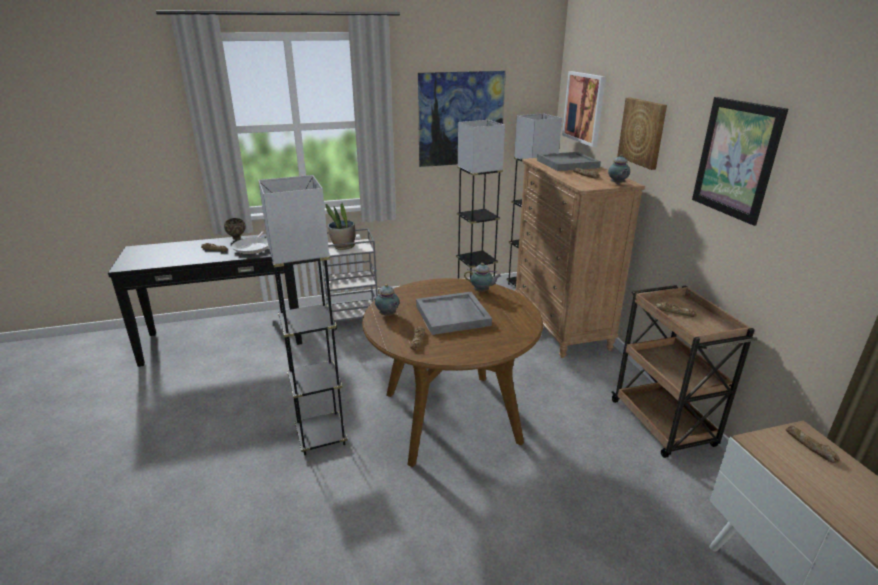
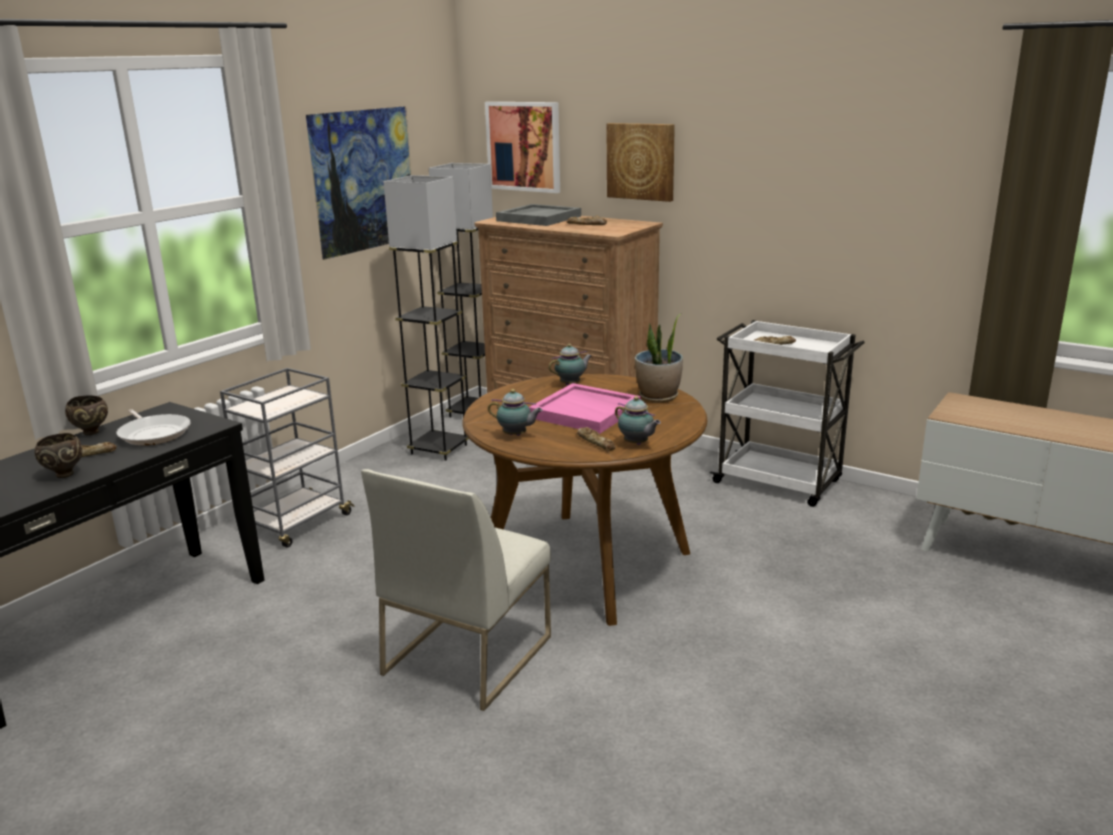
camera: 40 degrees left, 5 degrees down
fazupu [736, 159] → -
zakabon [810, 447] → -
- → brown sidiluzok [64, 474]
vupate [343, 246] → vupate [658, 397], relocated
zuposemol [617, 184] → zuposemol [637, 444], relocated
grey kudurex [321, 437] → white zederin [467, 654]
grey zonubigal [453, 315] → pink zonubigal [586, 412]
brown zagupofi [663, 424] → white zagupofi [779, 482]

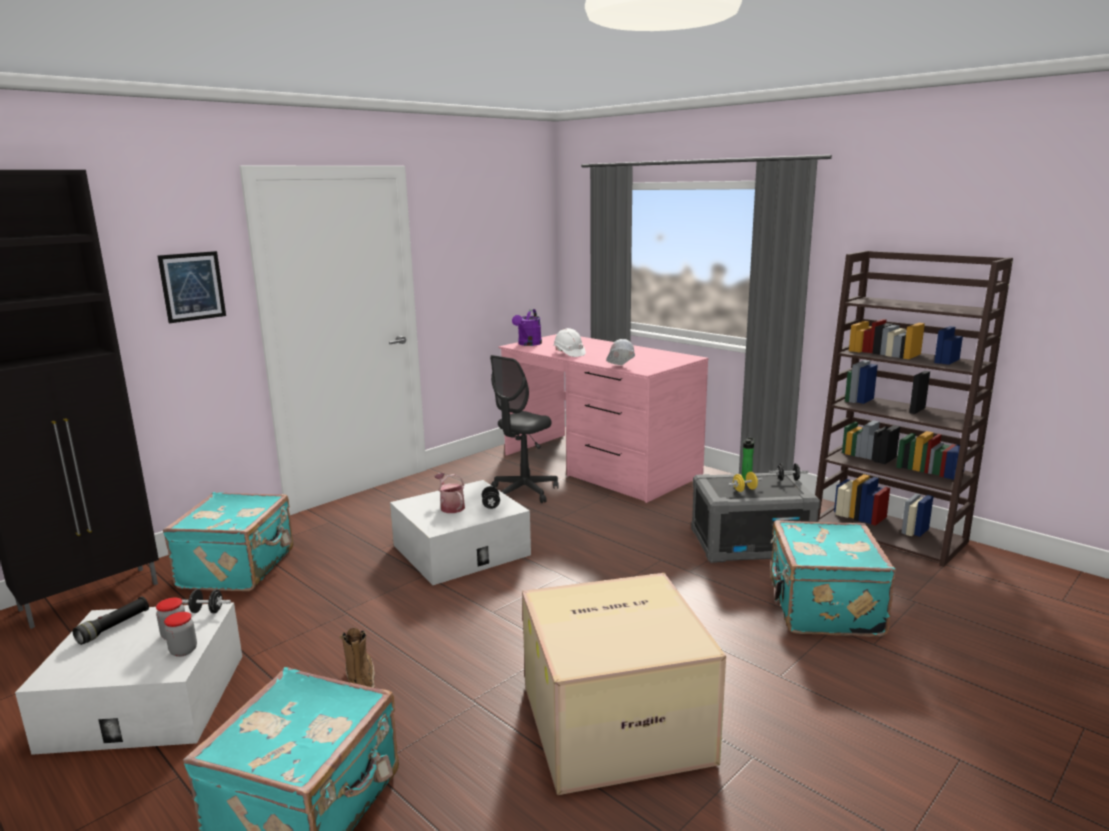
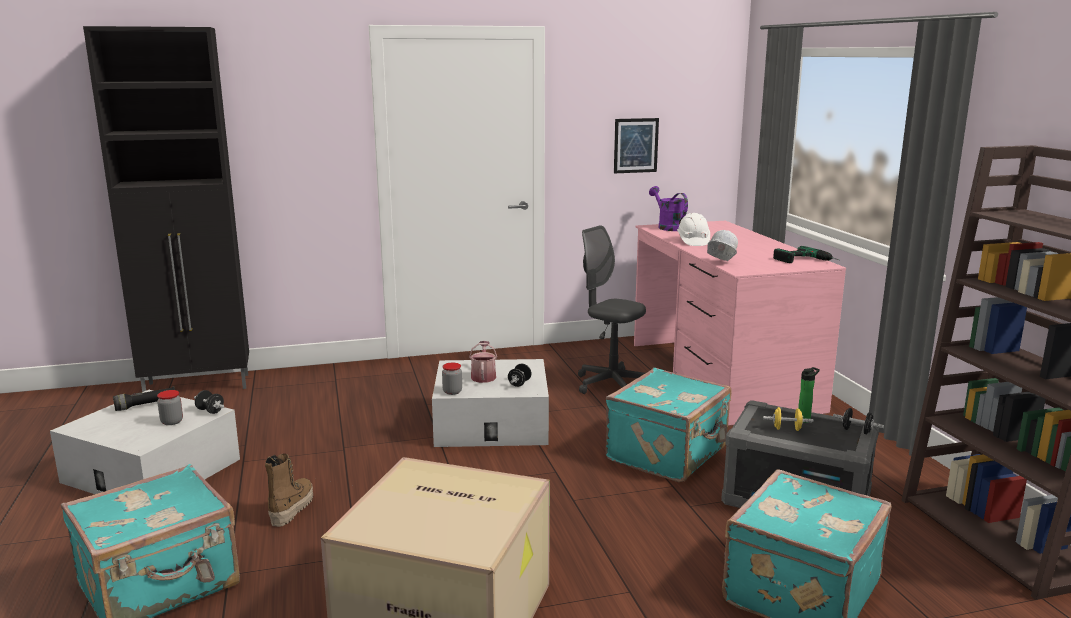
camera: 30 degrees right, 0 degrees up
- → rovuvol [807, 261]
fazupu [192, 286] → fazupu [636, 145], relocated
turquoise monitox [239, 568] → turquoise monitox [669, 454], relocated
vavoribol [183, 651] → vavoribol [452, 392], relocated
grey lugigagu [524, 492] → grey lugigagu [611, 385], 60 degrees clockwise
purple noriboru [528, 344] → purple noriboru [668, 227], 105 degrees clockwise

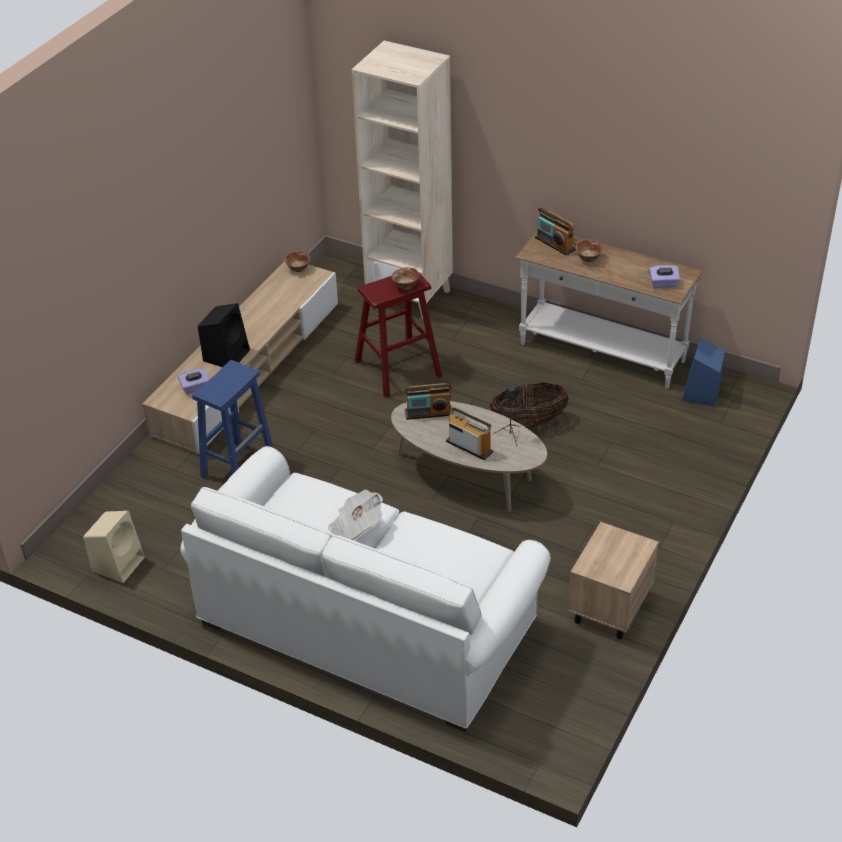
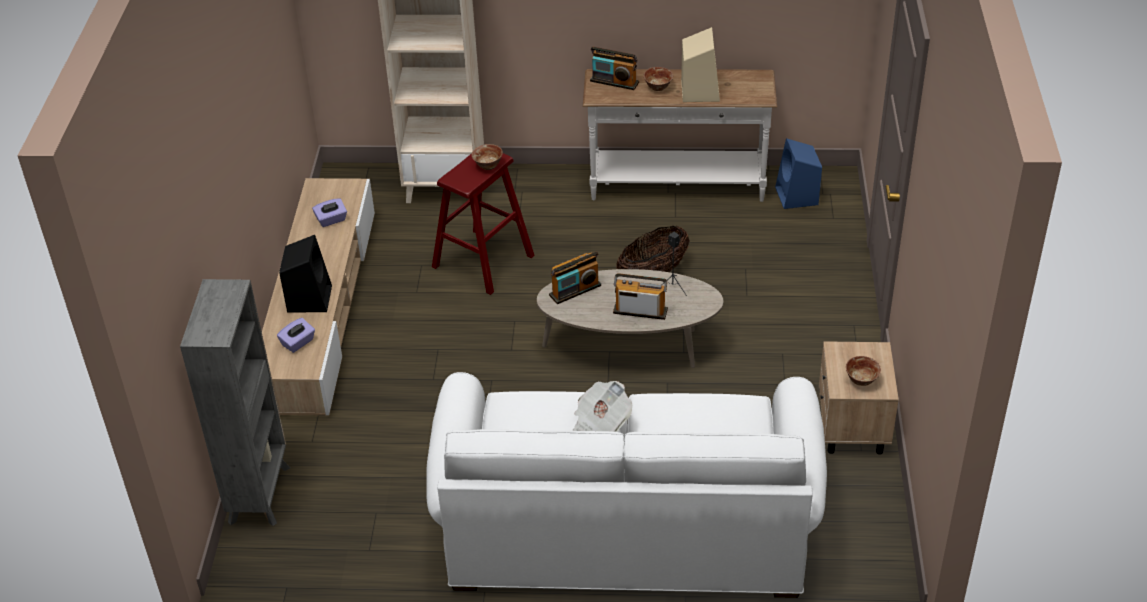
camera: 25 degrees left, 0 degrees up
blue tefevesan [239, 466] → -
- → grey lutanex [260, 493]
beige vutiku [118, 563] → beige vutiku [699, 90], relocated
sidiluzok [298, 269] → sidiluzok [861, 380], relocated
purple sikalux [663, 284] → purple sikalux [331, 220], relocated

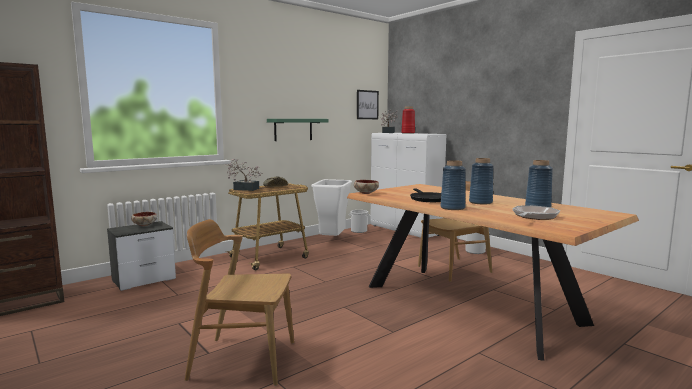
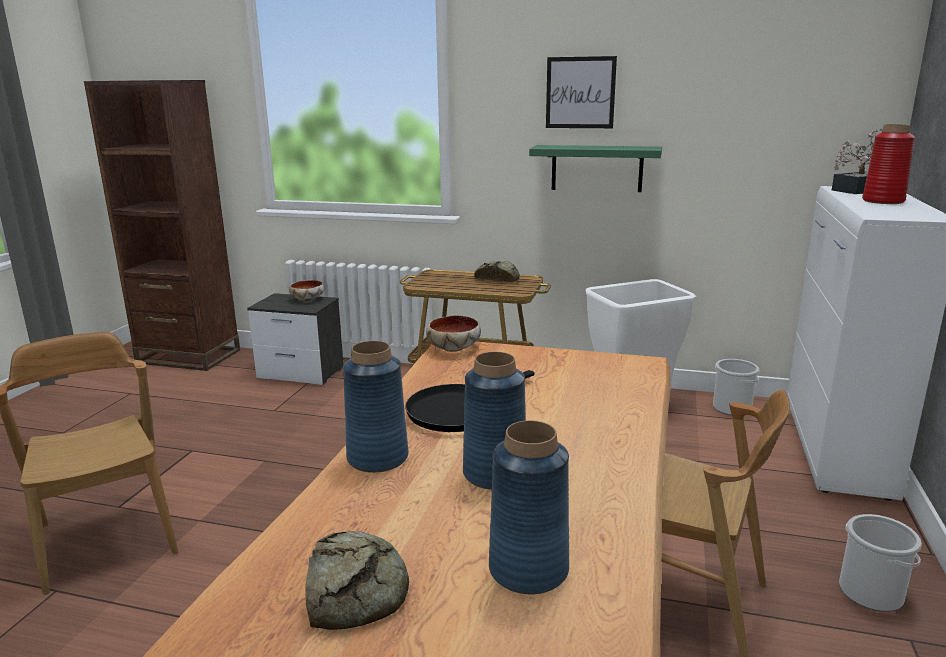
camera: 55 degrees right, 10 degrees up
vupate [244, 189] → -
fazupu [367, 104] → fazupu [580, 92], relocated
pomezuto [534, 216] → zakabon [356, 588]

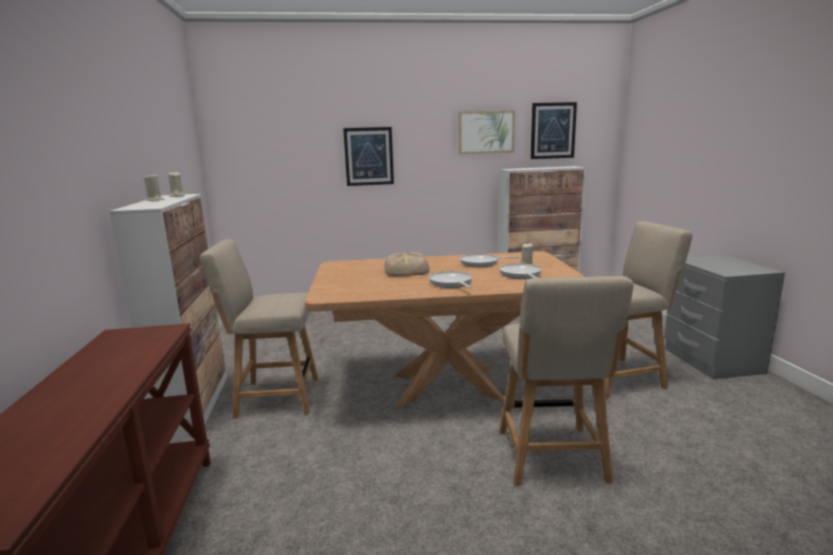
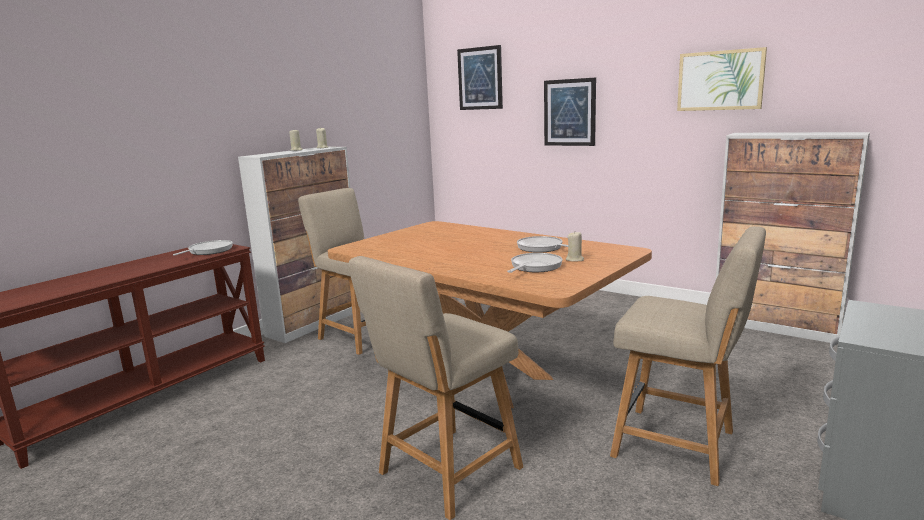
camera: 45 degrees right, 0 degrees up
zakabon [407, 270] → -
pomezuto [451, 283] → pomezuto [208, 251], relocated
fazupu [552, 130] → fazupu [480, 78], relocated

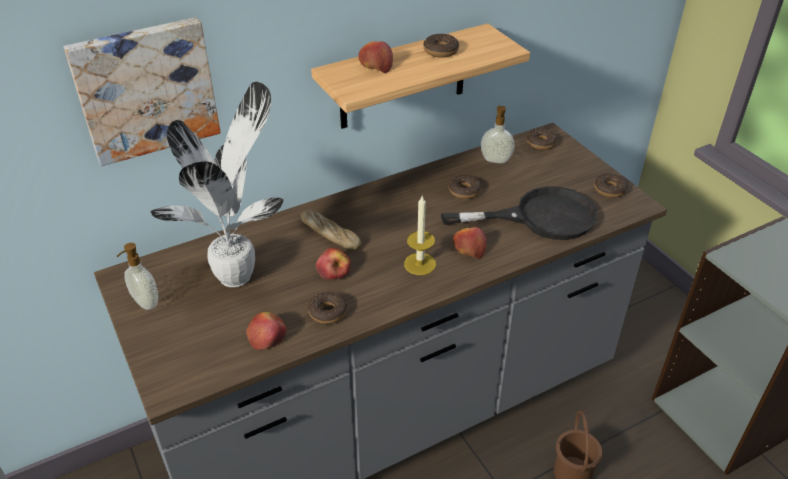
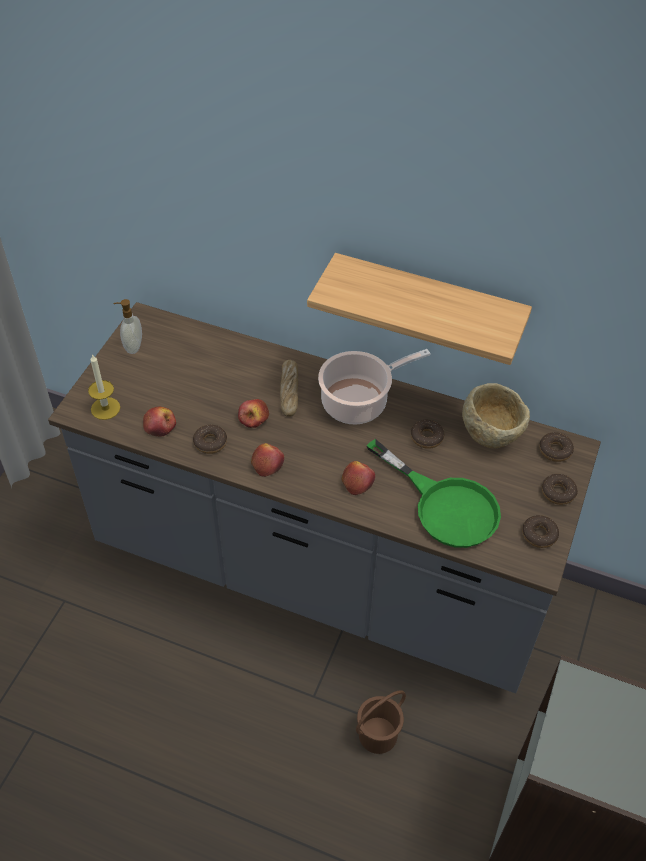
camera: 50 degrees right, 10 degrees up
fazupu [145, 89] → -
vupate [239, 275] → -
- → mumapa [358, 401]
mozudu [375, 65] → mozudu [267, 463], relocated
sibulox [420, 264] → sibulox [105, 408], relocated
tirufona [440, 51] → tirufona [558, 492], relocated
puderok [495, 160] → beige sidiluzok [492, 434]
black pomezuto [540, 217] → green pomezuto [445, 505]

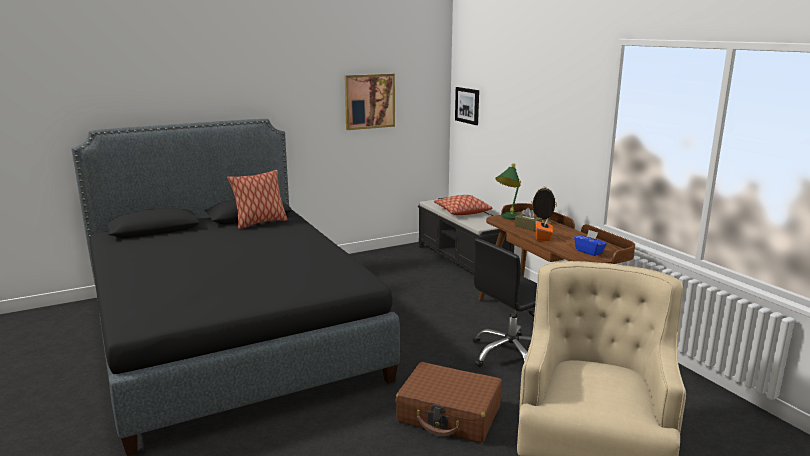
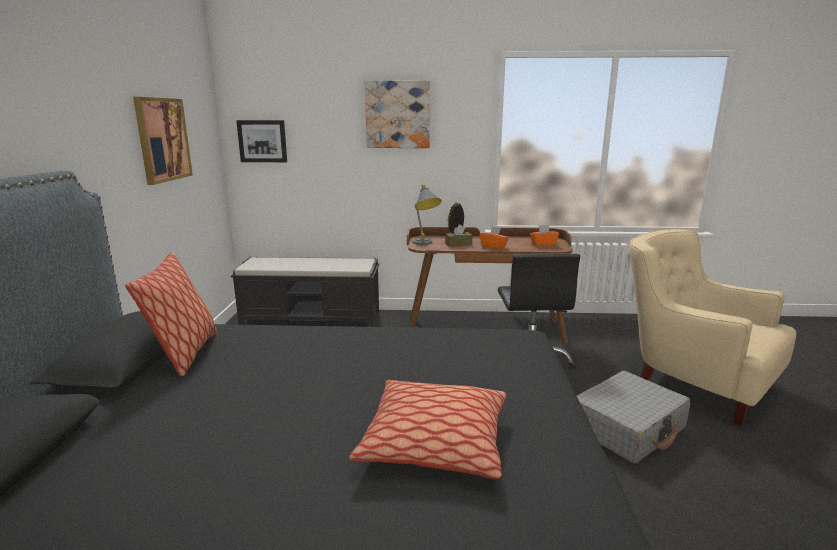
camera: 60 degrees left, 0 degrees up
- → fazupu [398, 115]
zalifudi [462, 212] → zalifudi [434, 442], relocated
brown monitox [449, 414] → grey monitox [627, 428]
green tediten [508, 218] → grey tediten [425, 244]
blue sikalux [589, 251] → orange sikalux [543, 244]

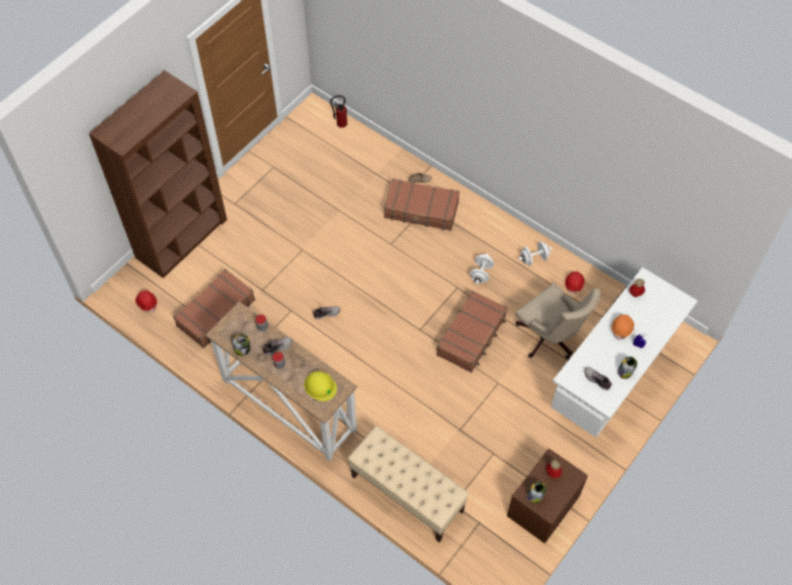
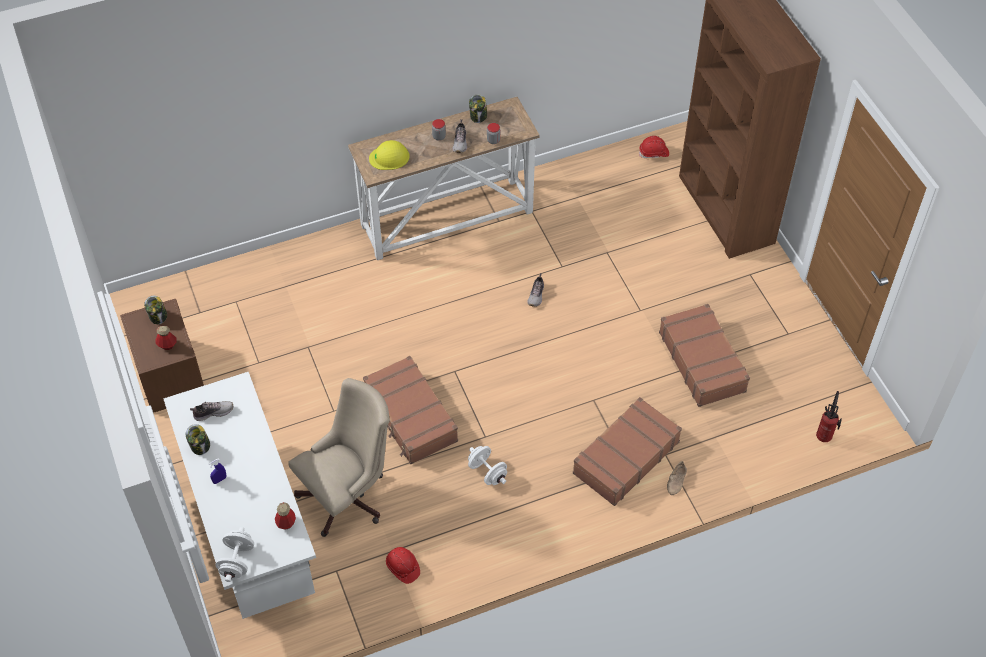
camera: 120 degrees right, 5 degrees down
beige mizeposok [407, 493] → -
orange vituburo [622, 328] → -
brown monitox [215, 313] → brown monitox [702, 361], relocated
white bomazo [534, 258] → white bomazo [237, 561], relocated
beige lugigagu [550, 338] → beige lugigagu [349, 495], 150 degrees clockwise

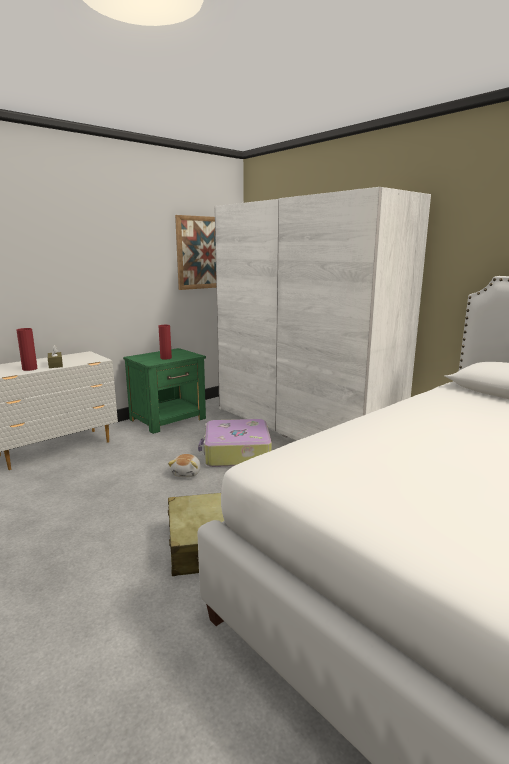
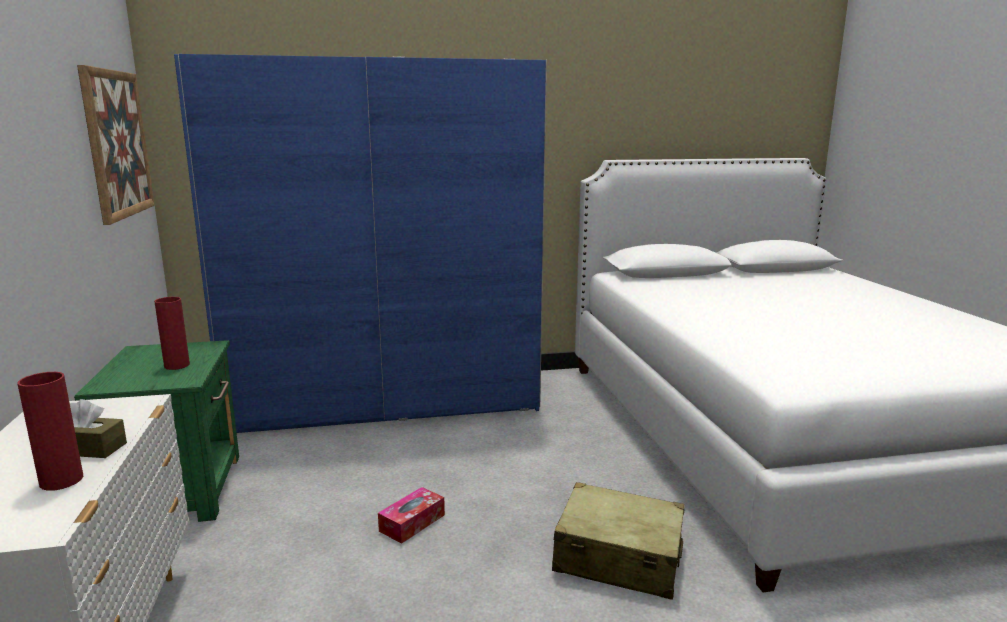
camera: 60 degrees left, 0 degrees up
monitox [236, 453] → -
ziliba [187, 473] → sikalux [412, 523]
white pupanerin [302, 427] → blue pupanerin [386, 402]

